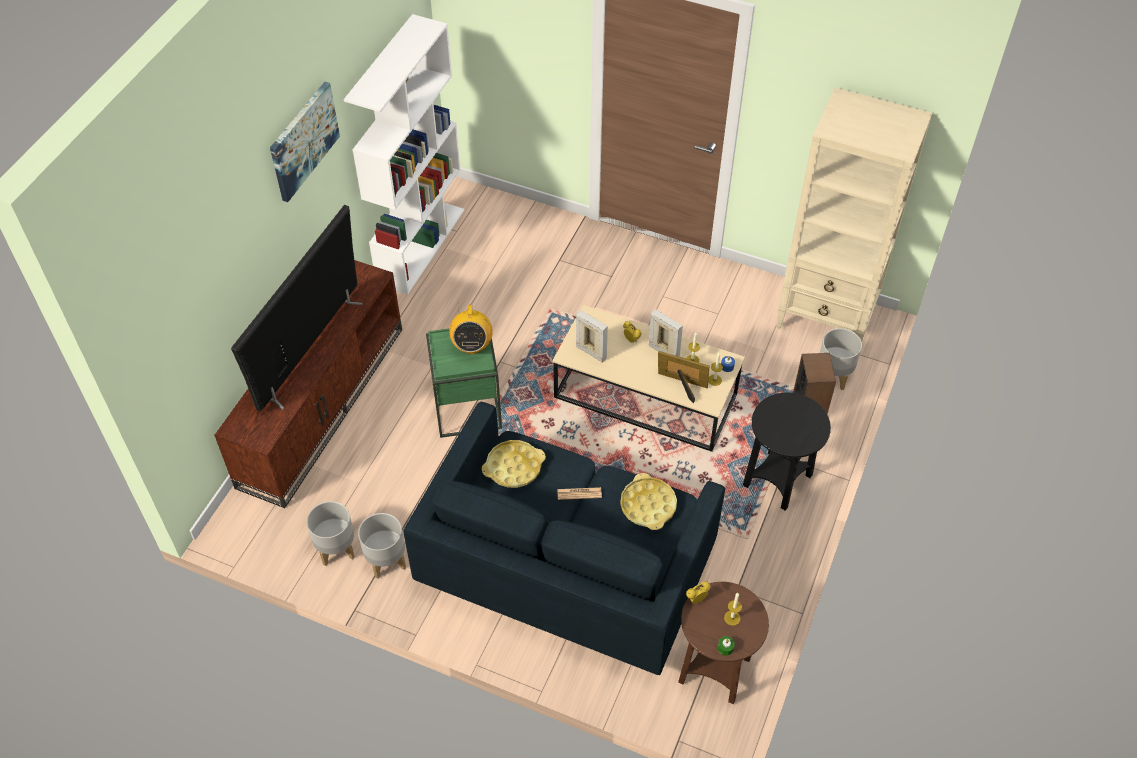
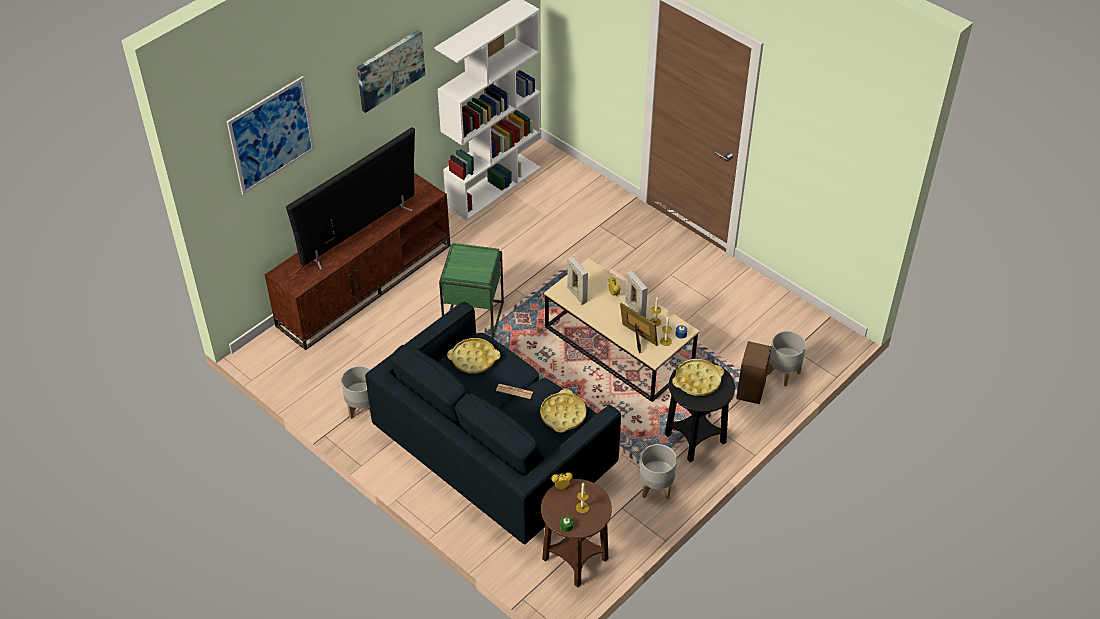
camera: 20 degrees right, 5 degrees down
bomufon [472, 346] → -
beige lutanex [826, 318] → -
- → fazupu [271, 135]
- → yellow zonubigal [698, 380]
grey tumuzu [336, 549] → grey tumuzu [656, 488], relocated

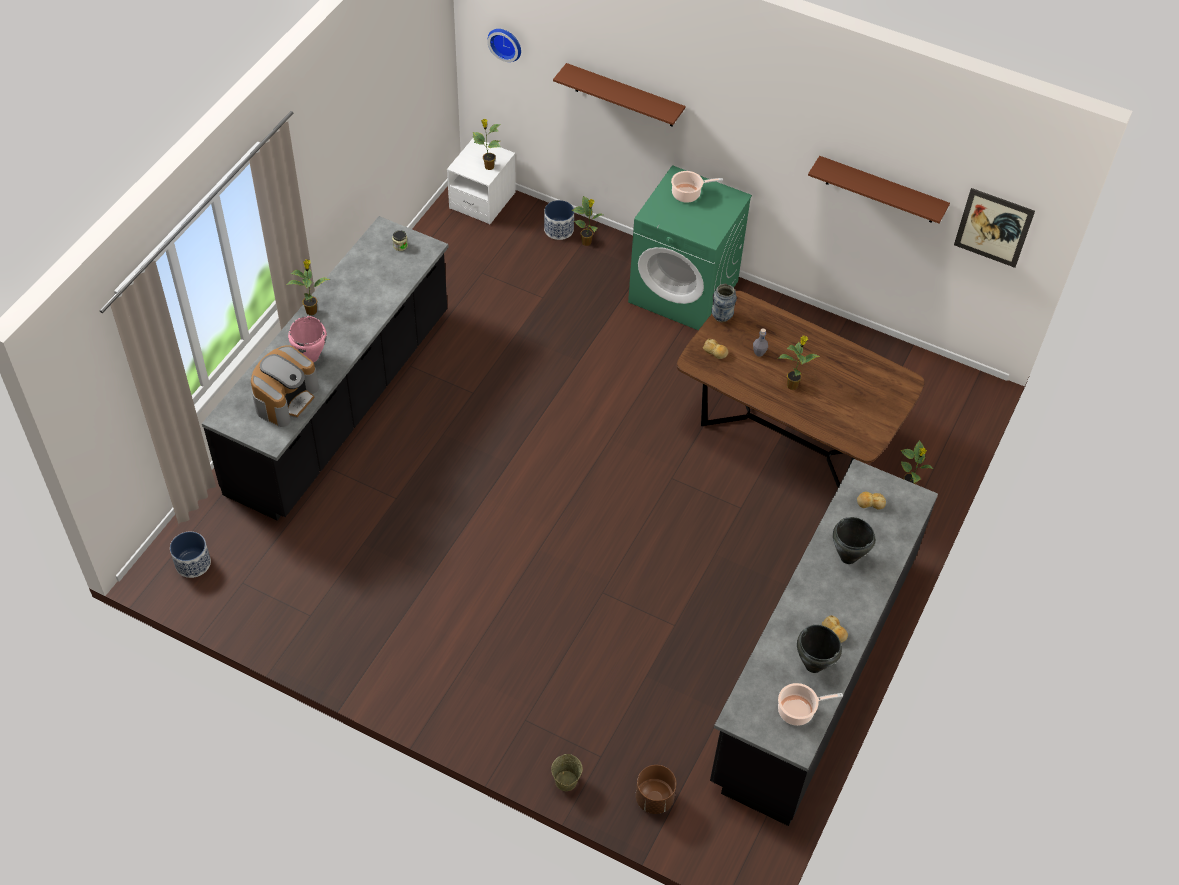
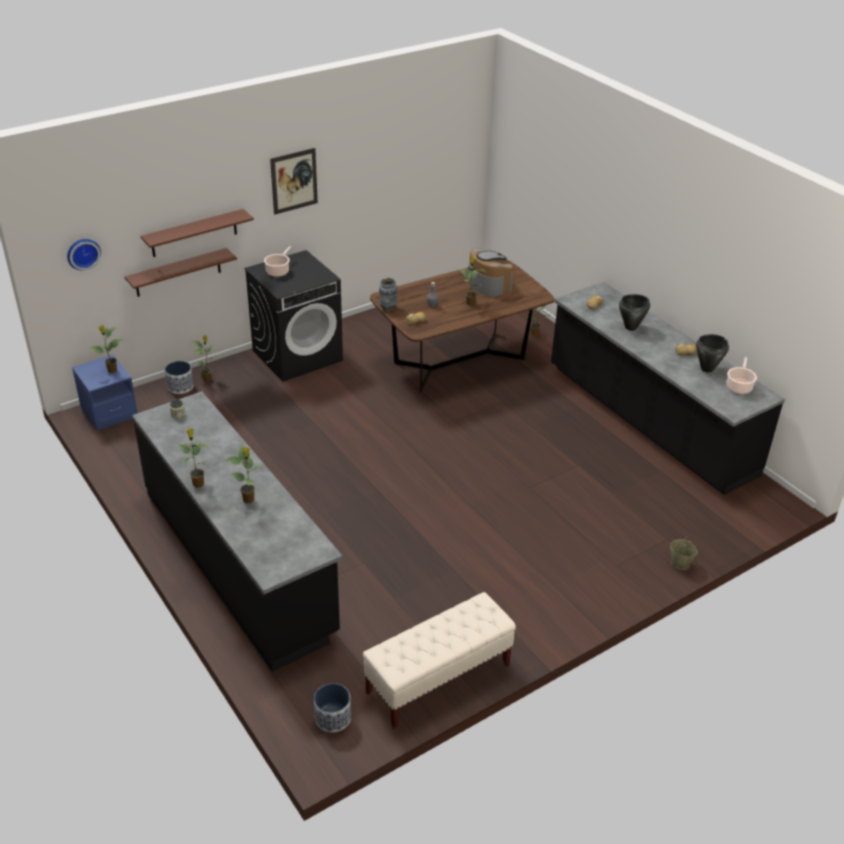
camera: 60 degrees left, 15 degrees down
brown tumuzu [654, 798] → -
- → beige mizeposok [438, 679]
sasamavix [286, 398] → sasamavix [488, 284], relocated
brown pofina [881, 190] → brown pofina [178, 272], relocated
fazupu [993, 227] → fazupu [294, 181], relocated
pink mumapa [311, 356] → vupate [249, 500]
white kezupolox [482, 200] → blue kezupolox [109, 412]
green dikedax [684, 291] → black dikedax [298, 355]

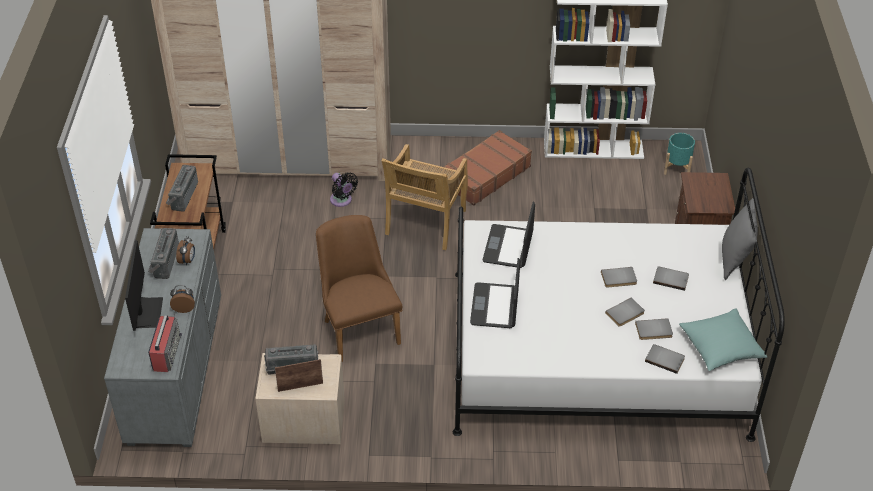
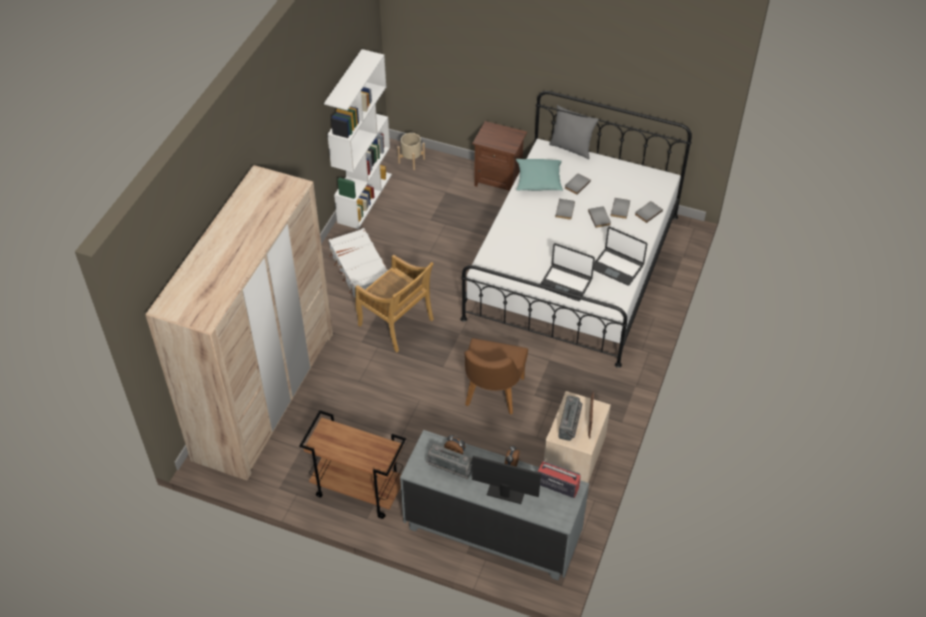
camera: 70 degrees left, 5 degrees up
bomufon [182, 196] → -
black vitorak [342, 201] → -
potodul [508, 247] → potodul [617, 267], relocated
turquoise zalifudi [720, 347] → turquoise zalifudi [538, 181], relocated
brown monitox [485, 175] → white monitox [360, 270]
turquoise tumuzu [677, 168] → beige tumuzu [411, 160]
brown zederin [358, 327] → brown zederin [492, 396], 75 degrees counterclockwise

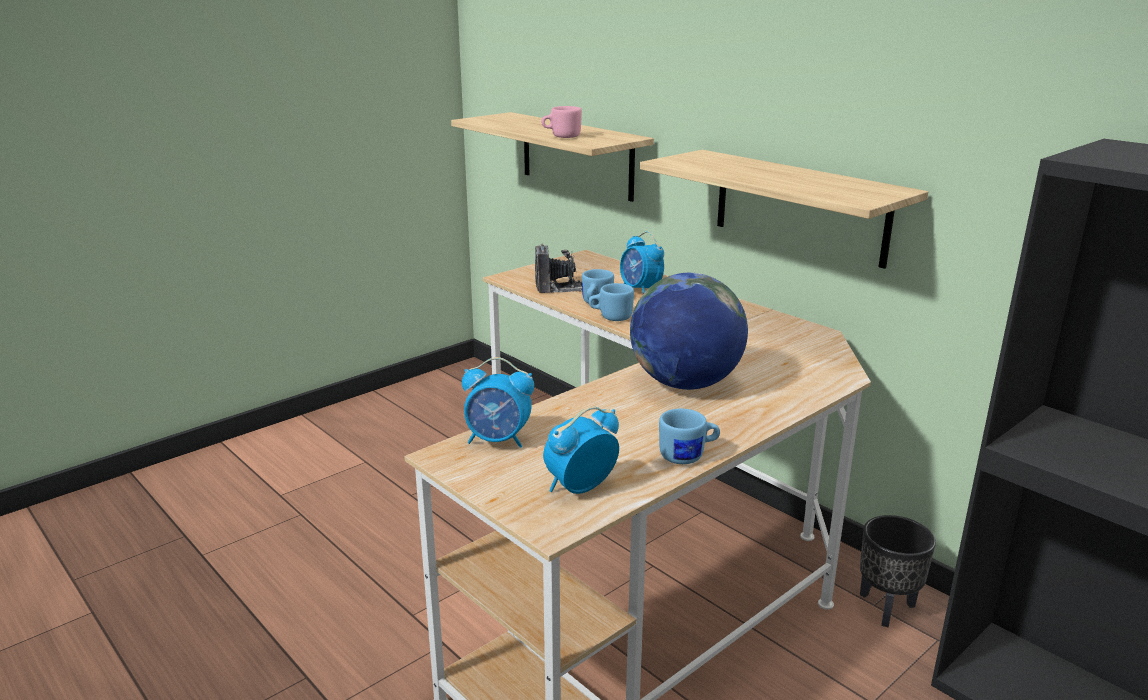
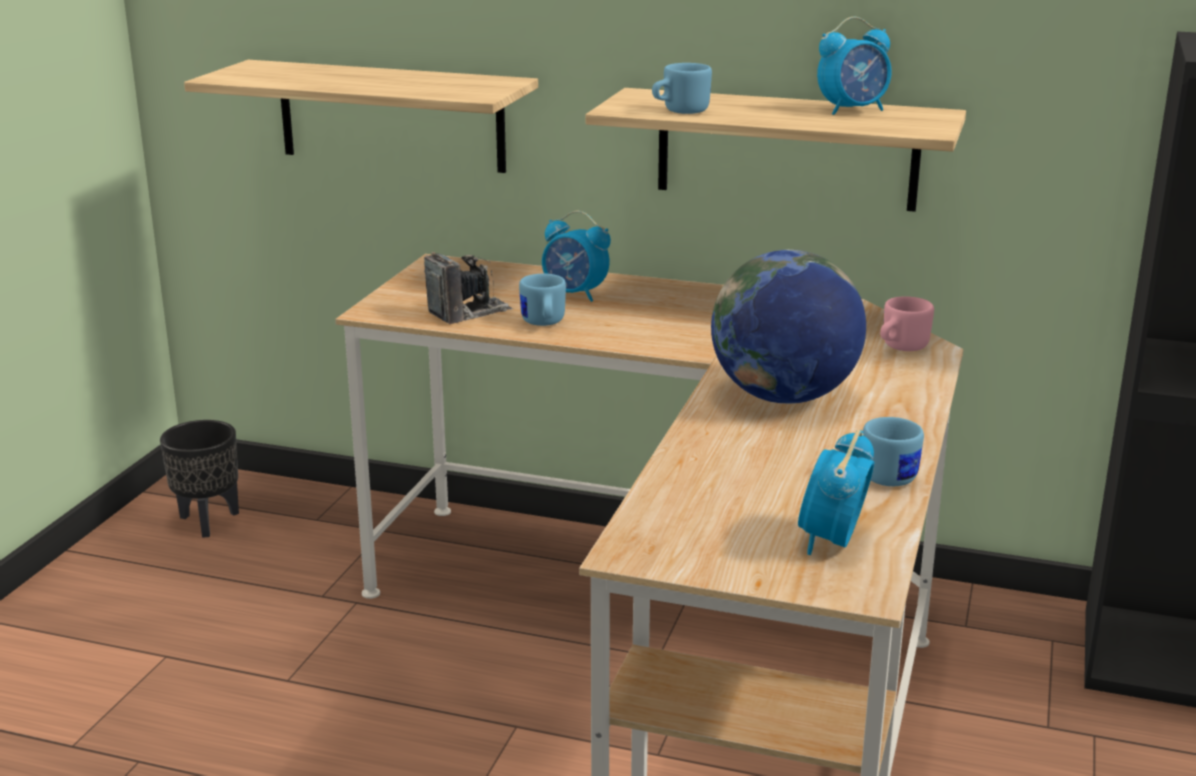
camera: 30 degrees left, 0 degrees up
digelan [498, 440] → digelan [853, 110], relocated
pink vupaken [561, 137] → pink vupaken [900, 348], relocated
blue vupaken [610, 317] → blue vupaken [679, 112], relocated
black tumuzu [885, 607] → black tumuzu [207, 521], relocated

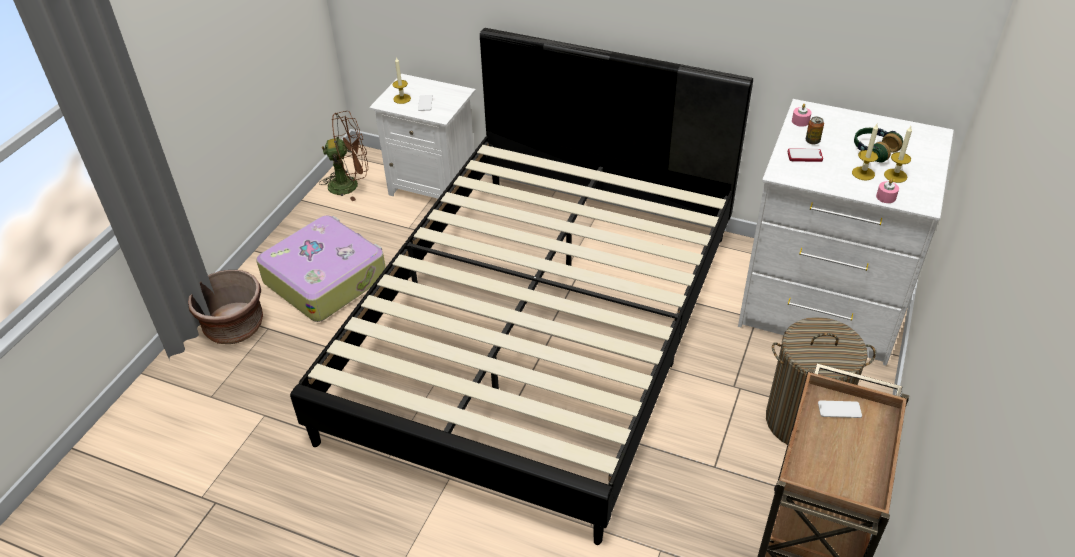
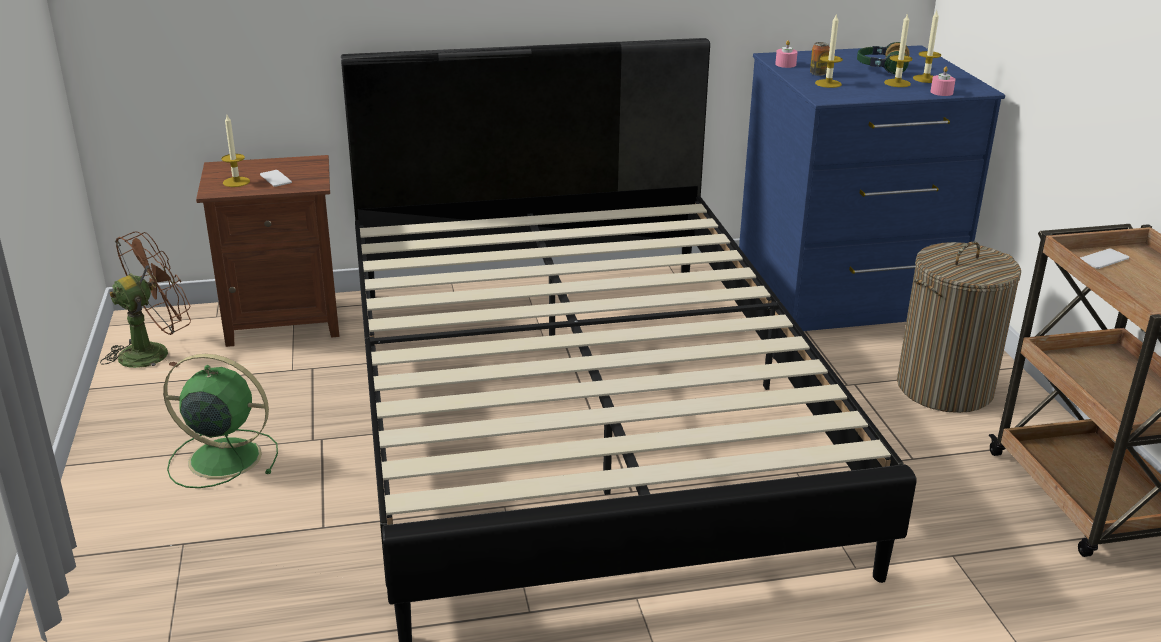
camera: 35 degrees left, 15 degrees down
brown tumuzu [235, 327] → -
monitox [326, 278] → green vitorak [221, 458]
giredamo [804, 156] → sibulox [828, 83]
white kezupolox [434, 186] → brown kezupolox [283, 320]
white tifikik [821, 304] → blue tifikik [845, 292]

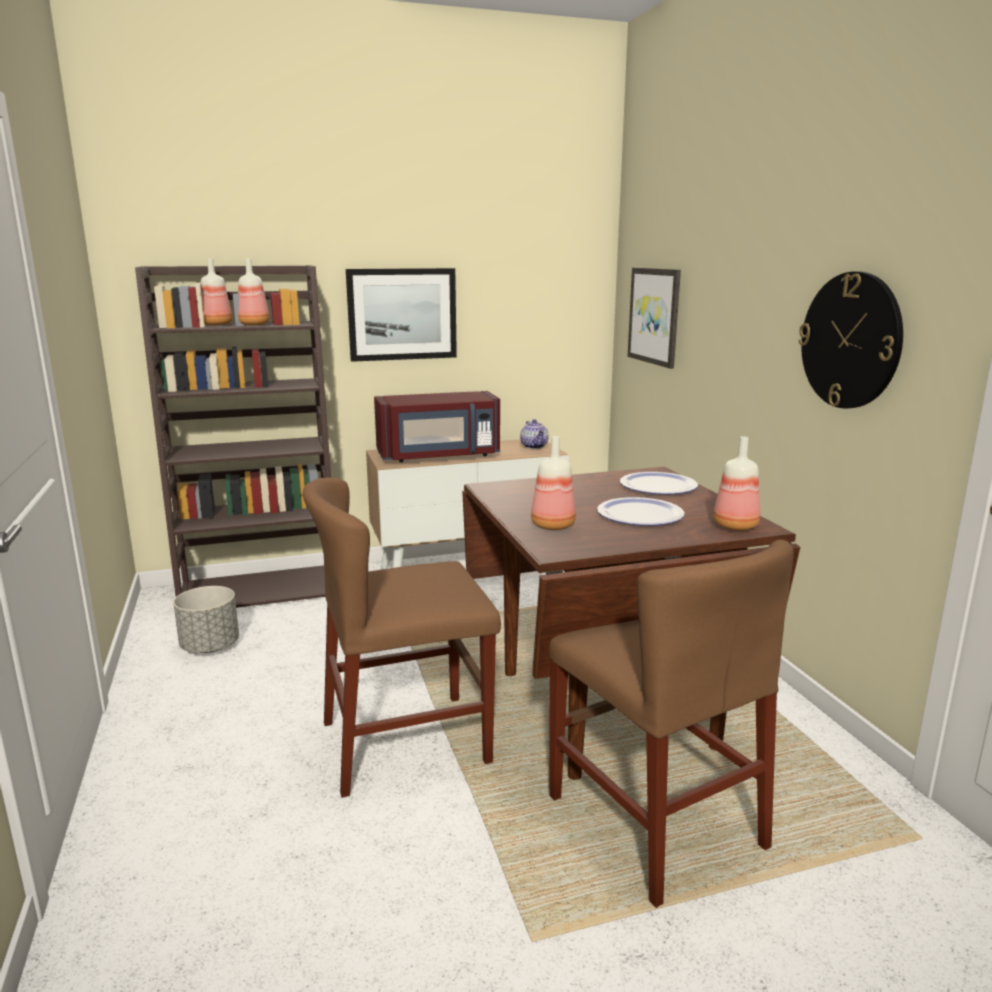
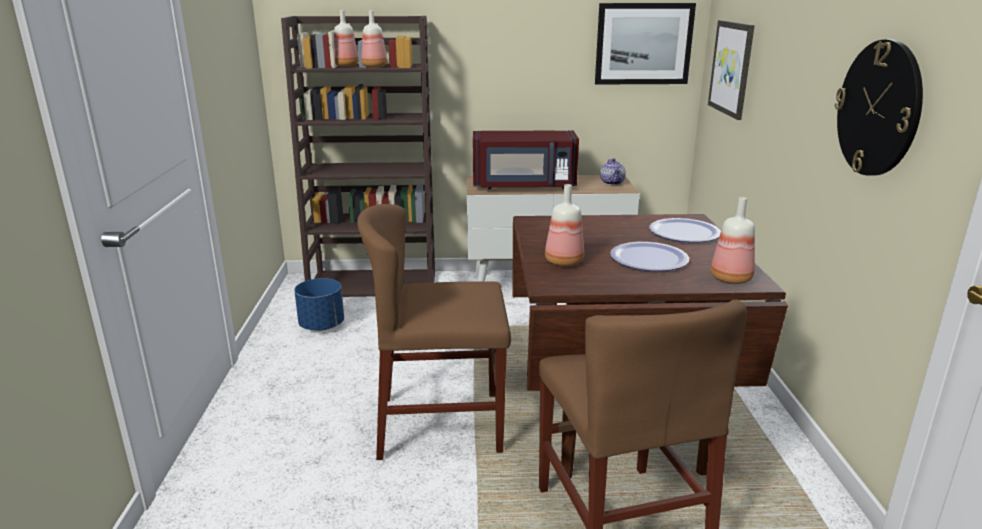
camera: 15 degrees right, 5 degrees up
fazupu [402, 314] → fazupu [643, 44], relocated
grey tumuzu [210, 646] → blue tumuzu [322, 325]

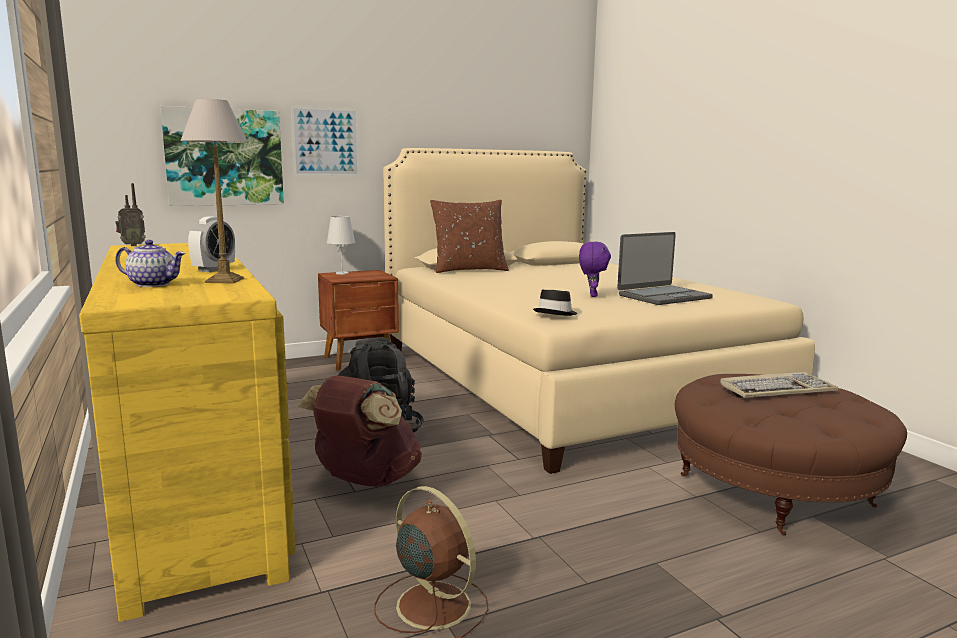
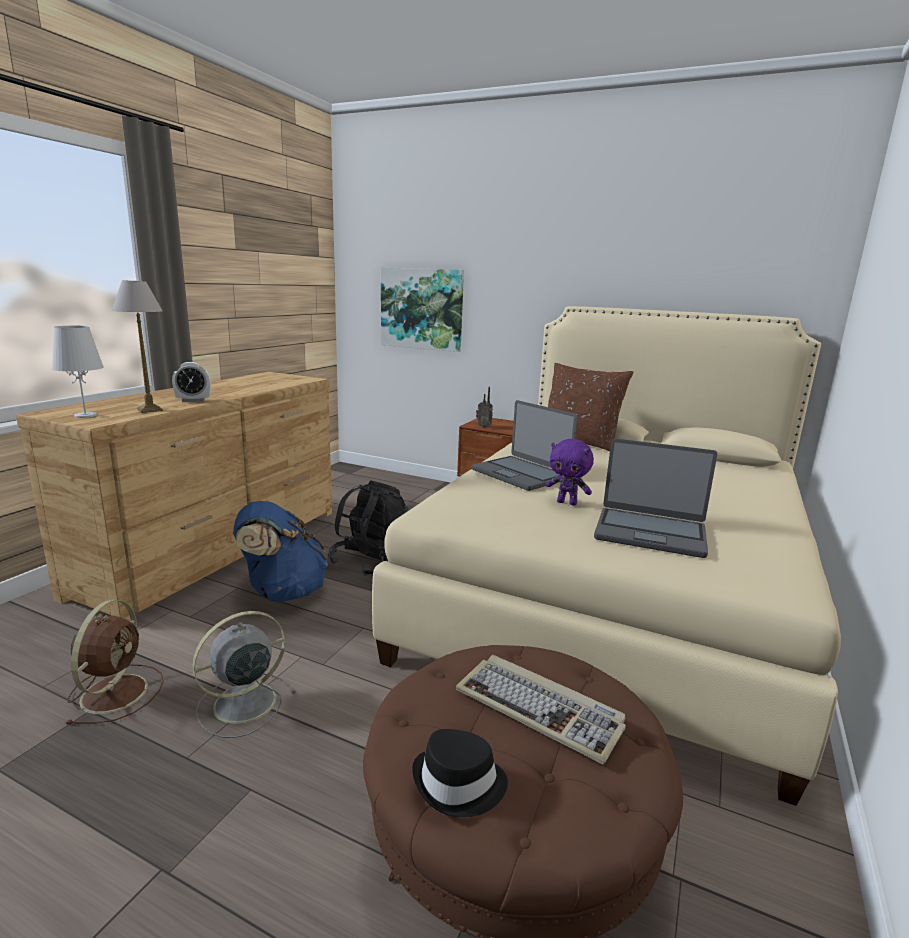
camera: 50 degrees right, 5 degrees up
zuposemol [153, 284] → -
fazupu [326, 142] → -
- → grey vitorak [242, 704]
- → potodul [520, 474]
bomufon [132, 245] → bomufon [484, 427], relocated
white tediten [341, 273] → white tediten [85, 415], relocated
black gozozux [556, 313] → black gozozux [459, 784], relocated
yellow tifikik [196, 489] → brown tifikik [218, 549]
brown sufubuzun [364, 480] → blue sufubuzun [282, 592]
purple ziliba [592, 295] → purple ziliba [567, 503], 60 degrees clockwise

